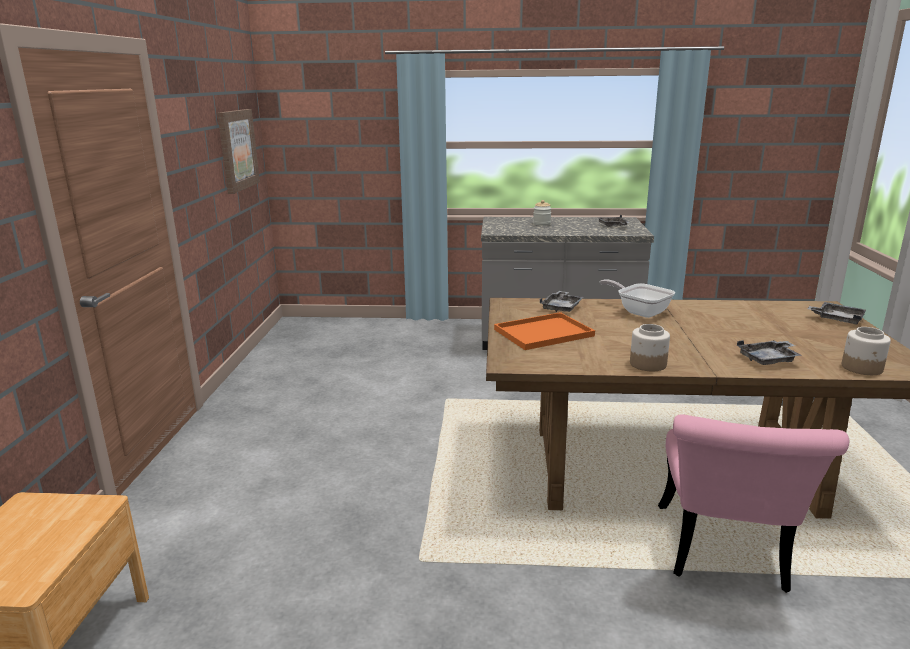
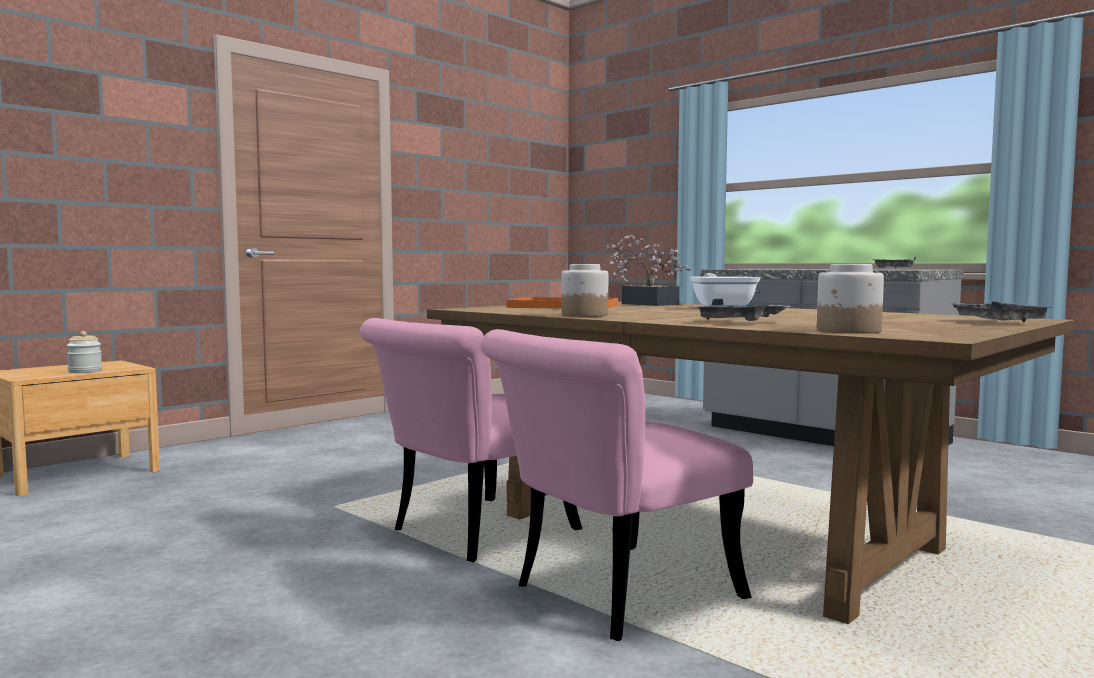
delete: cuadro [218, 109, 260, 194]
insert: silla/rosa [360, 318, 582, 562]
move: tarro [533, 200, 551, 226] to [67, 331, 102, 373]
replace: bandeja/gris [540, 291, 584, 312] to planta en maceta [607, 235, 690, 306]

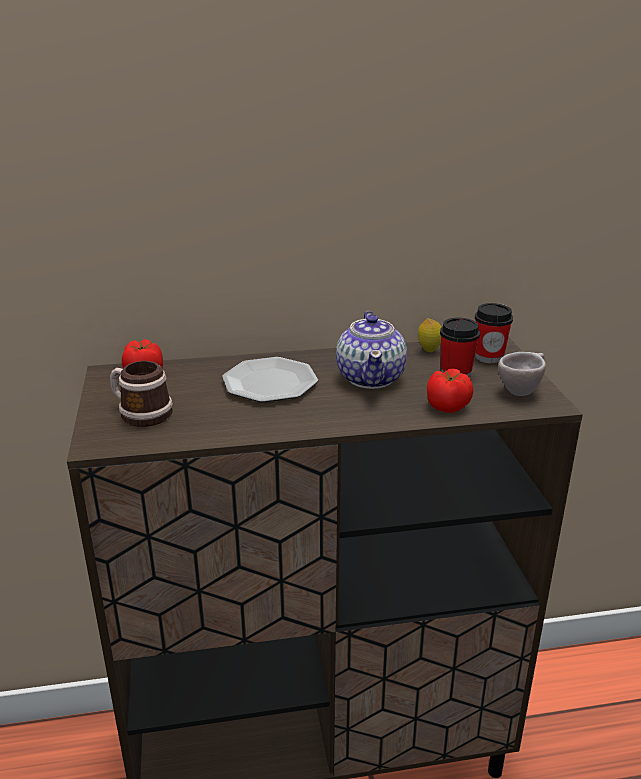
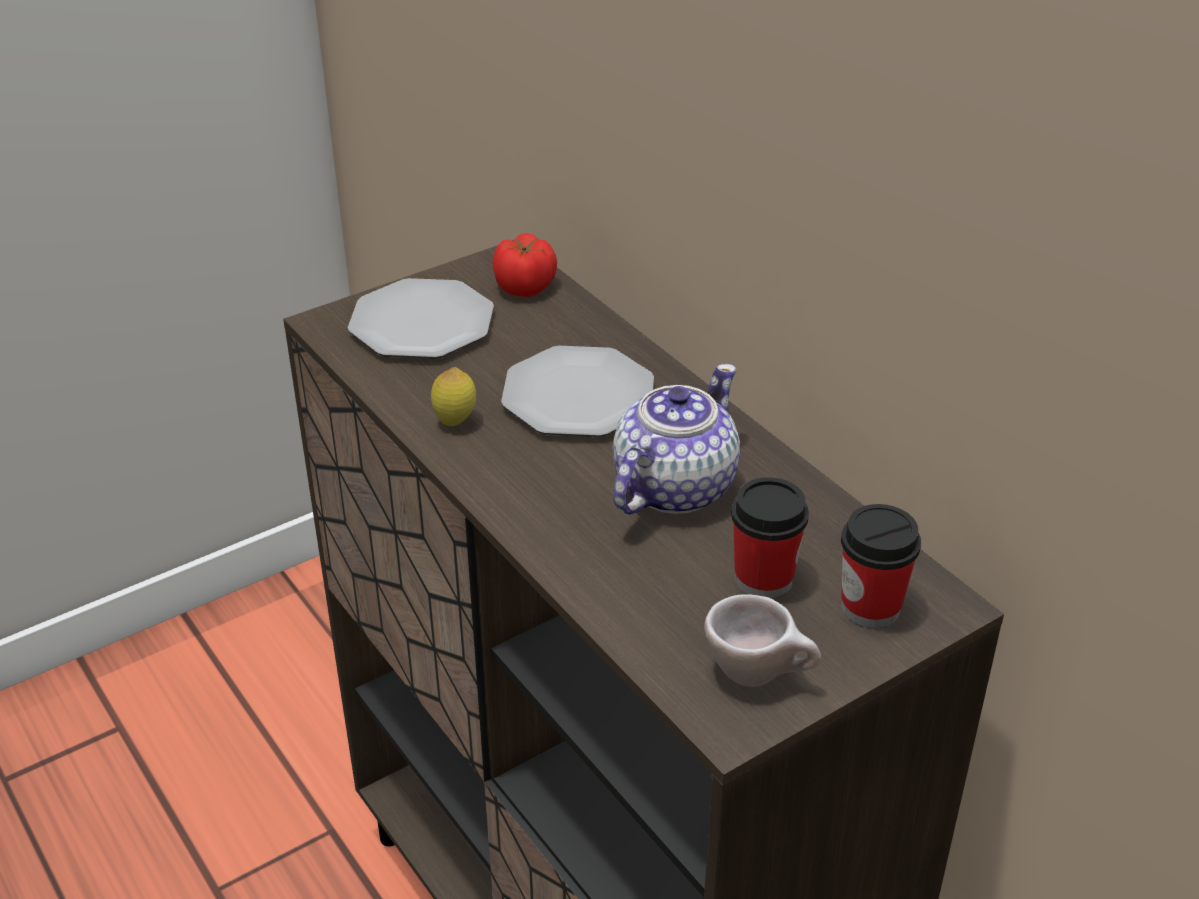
delete: tomate [427, 368, 473, 413]
move: limón [418, 318, 441, 353] to [431, 367, 476, 426]
replace: taza grande [110, 361, 173, 427] to plato [348, 278, 494, 359]
rotate: tetera [336, 311, 407, 389] = [613, 364, 740, 514] 150 degrees clockwise

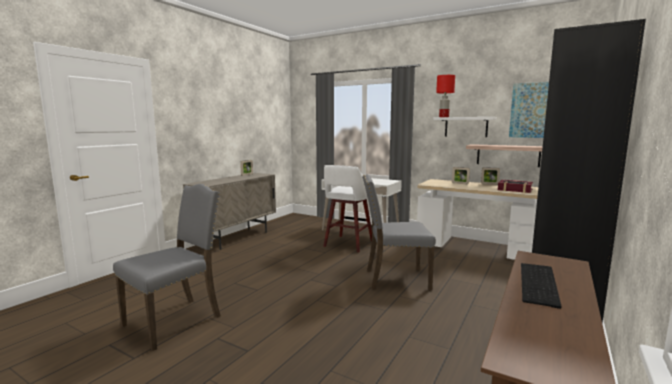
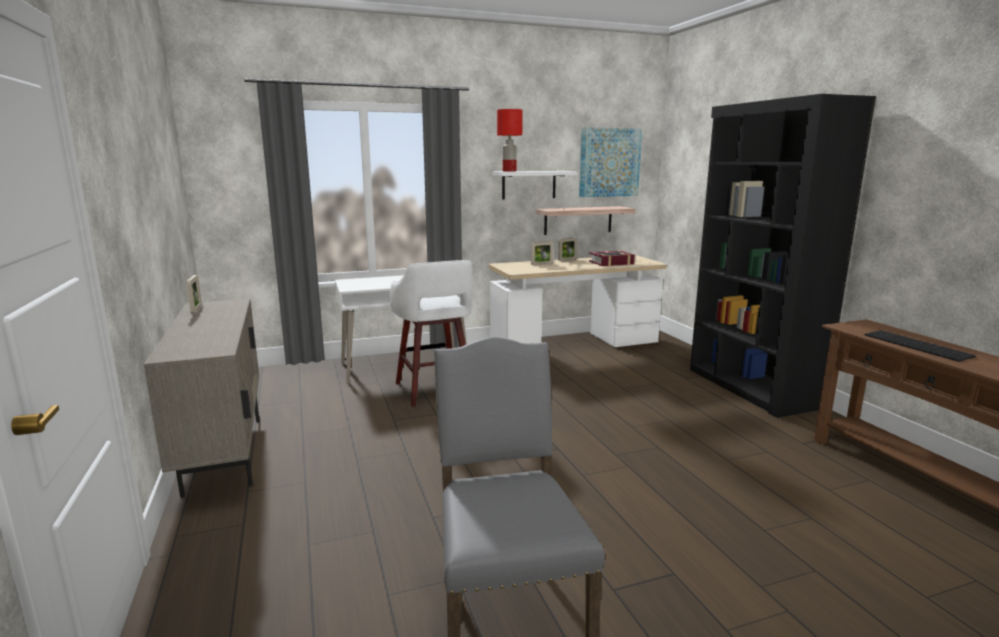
delete: silla/gris [362, 174, 436, 290]

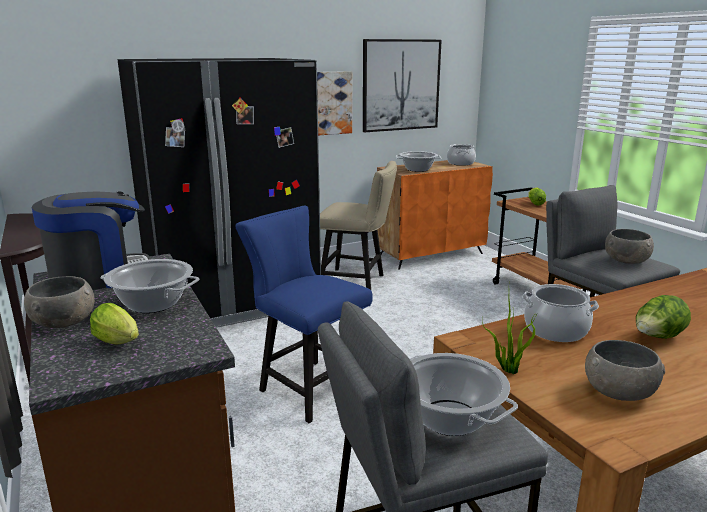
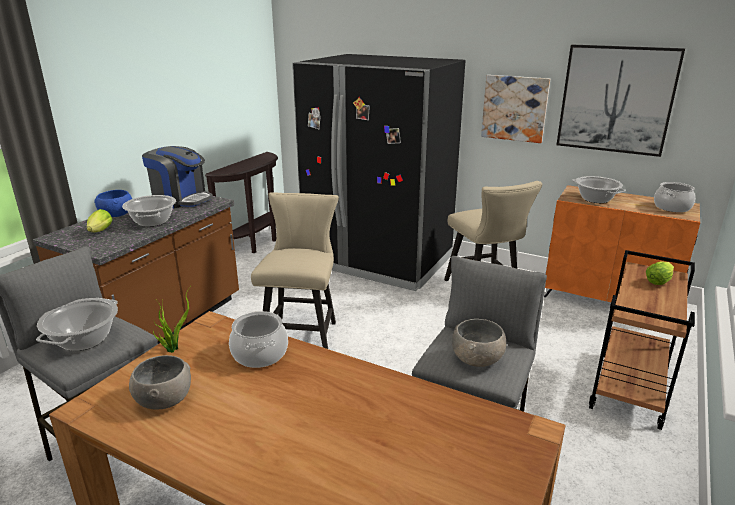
delete: lechuga [636, 295, 691, 339]
recolor: cuenco/gris [24, 276, 95, 328] to cuenco/azul [94, 190, 132, 217]; silla/azul [236, 206, 373, 423] to silla/beis [251, 192, 339, 349]

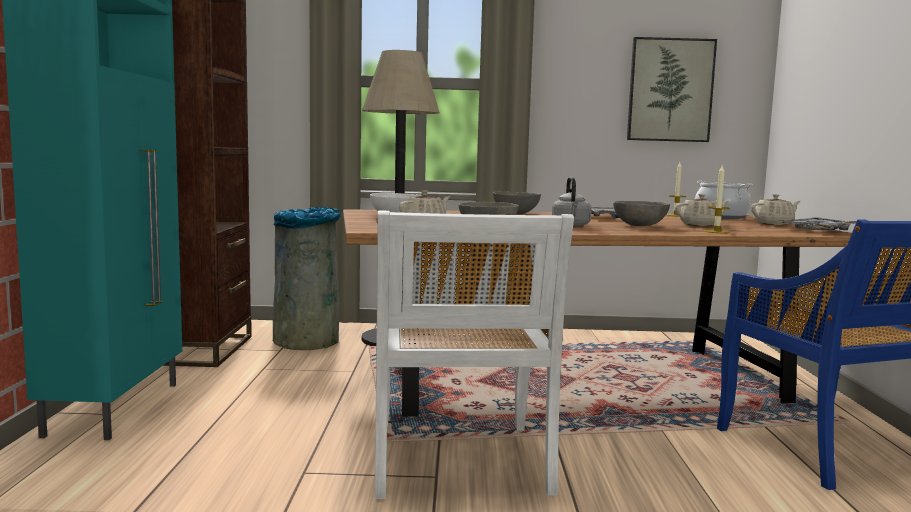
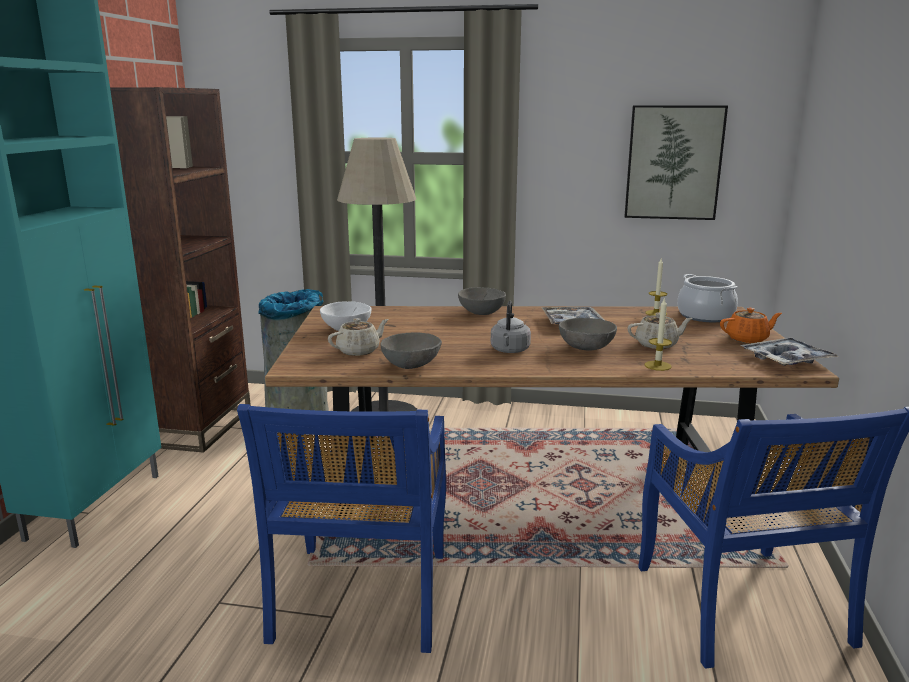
recolor: silla/blanco [375, 210, 574, 499] to silla/azul [237, 404, 446, 653]; tetera/beis [751, 194, 800, 225] to tetera/naranja [720, 308, 782, 343]

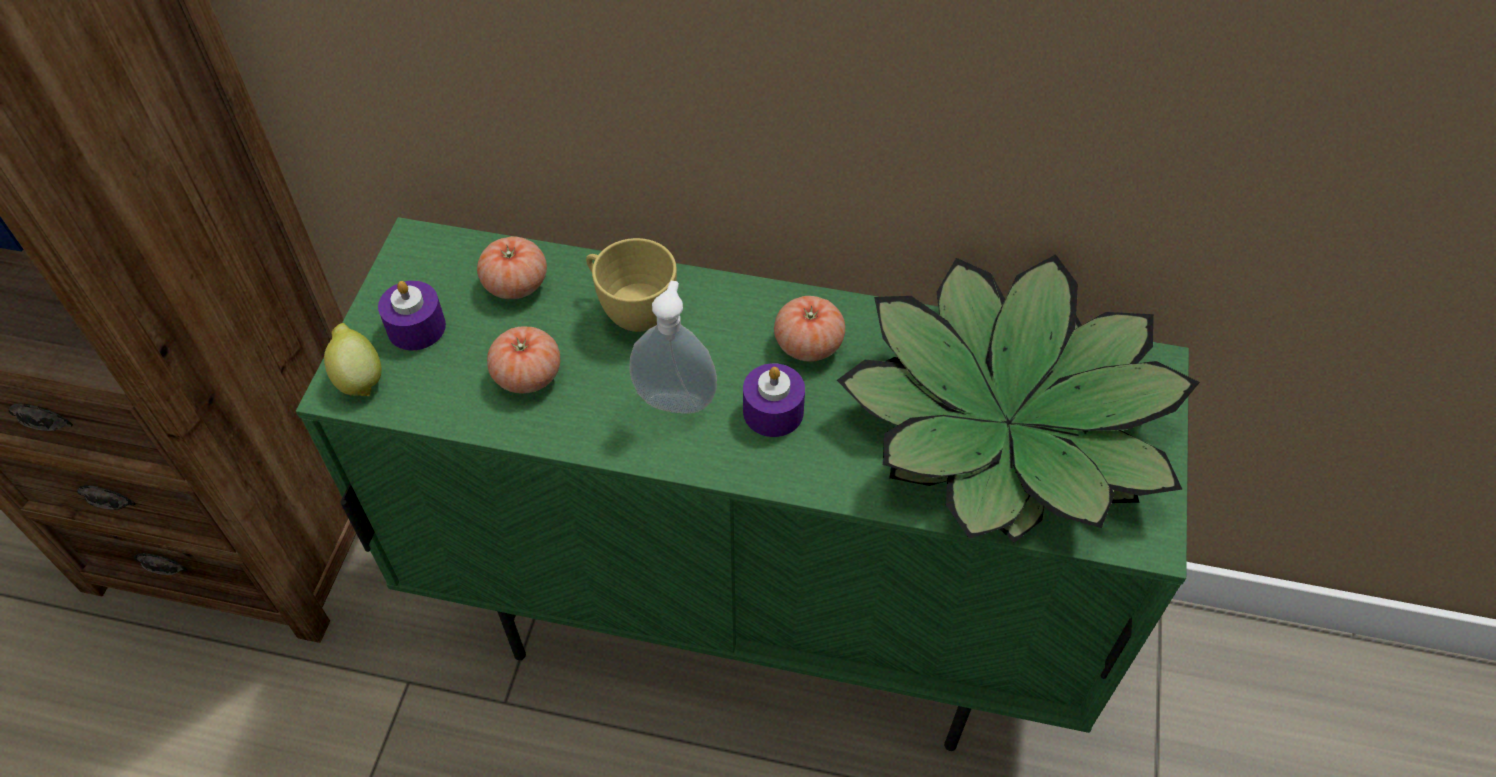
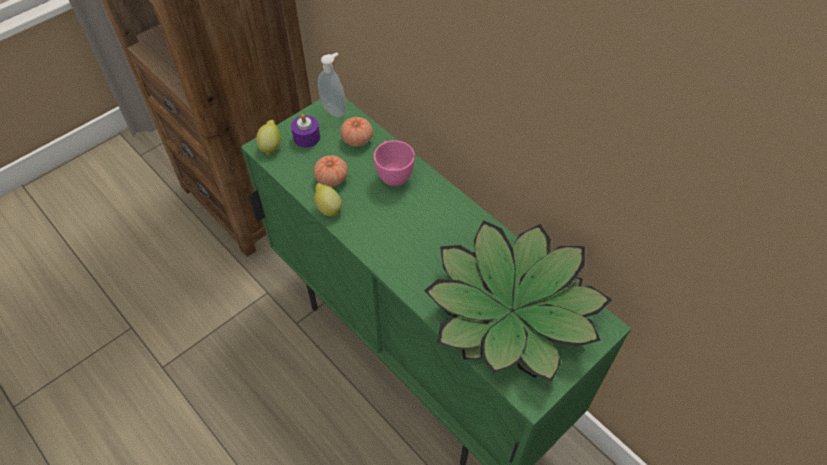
delete: vela/morado [743, 363, 805, 437]; tomate [774, 296, 845, 362]
insert: limón [314, 183, 342, 216]
move: dispensador de jabón [629, 281, 717, 413] to [318, 52, 346, 117]
recolor: taza/amarillo [586, 238, 677, 332] to taza/rosa [374, 140, 415, 186]

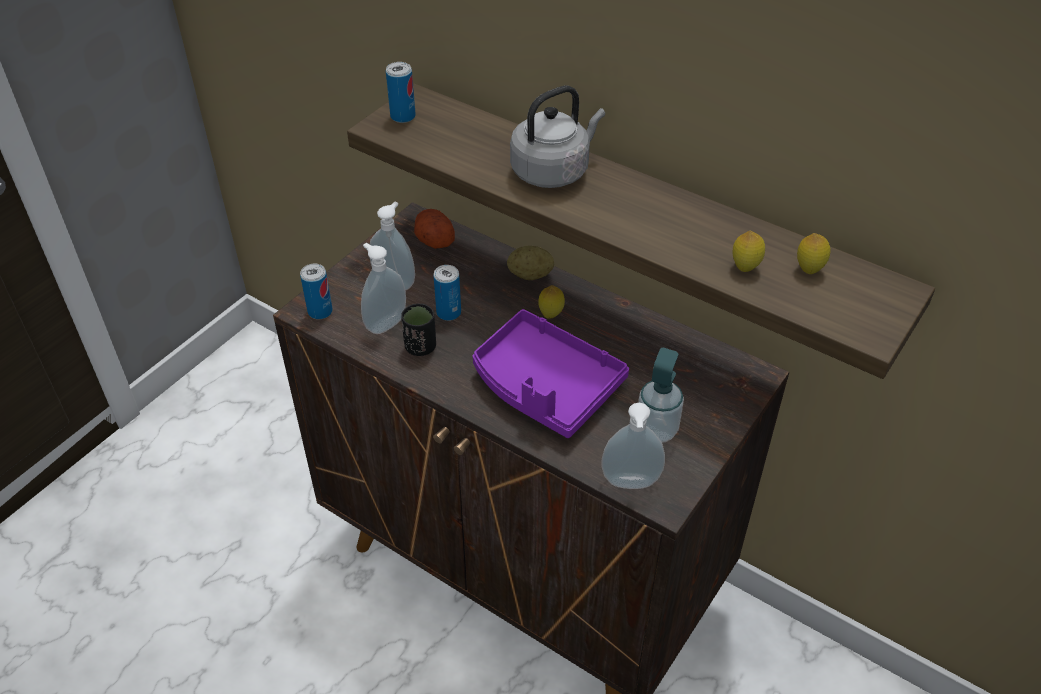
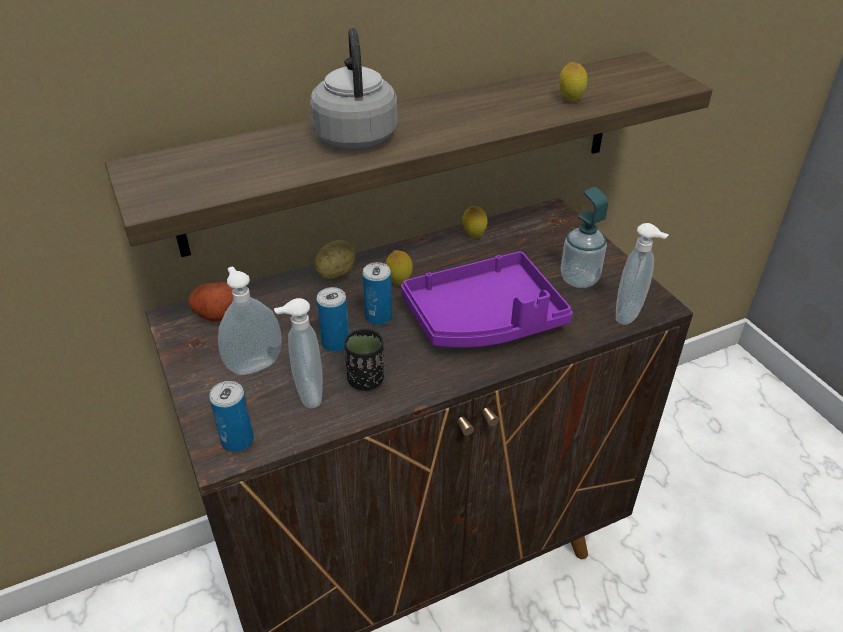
move: lata [386, 62, 416, 123] to [362, 262, 392, 325]; limón [797, 233, 830, 274] to [463, 206, 488, 239]

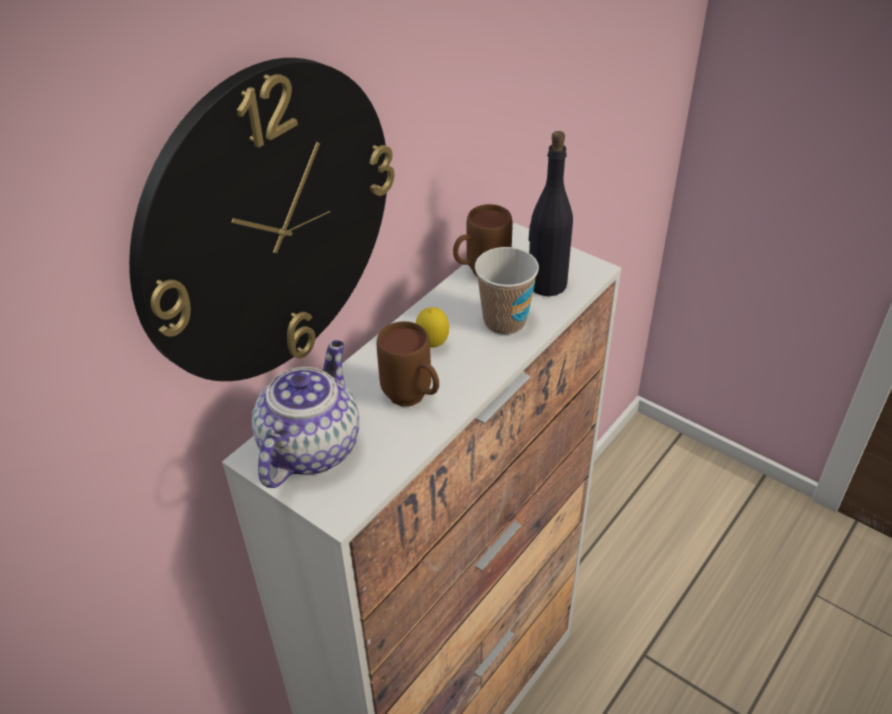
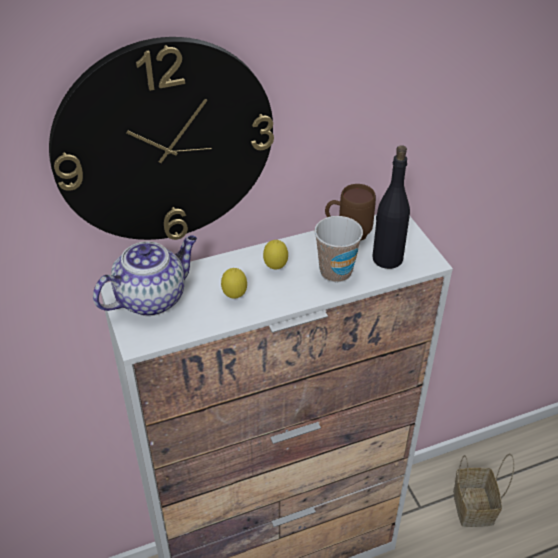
insert: cesta [453, 453, 514, 527]
replace: taza grande/marrón [376, 321, 439, 406] to limón [221, 268, 247, 299]

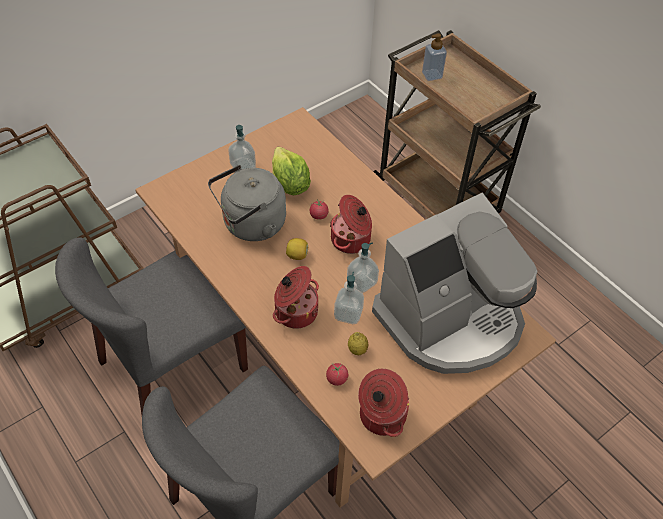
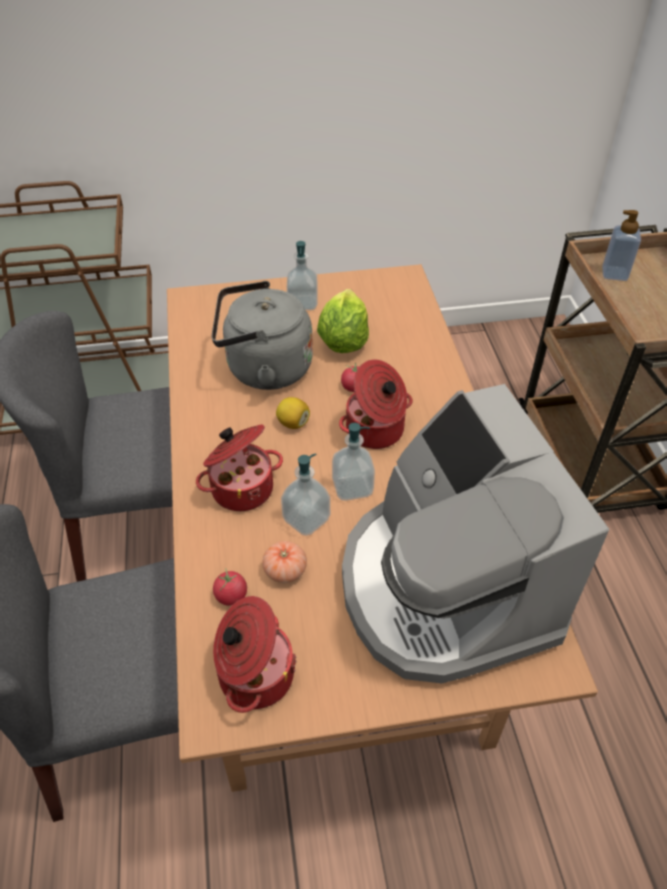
replace: limón [348, 332, 368, 355] to tomate [262, 541, 307, 583]
rotate: cafetera [372, 193, 537, 374] = [342, 384, 609, 683] 75 degrees clockwise

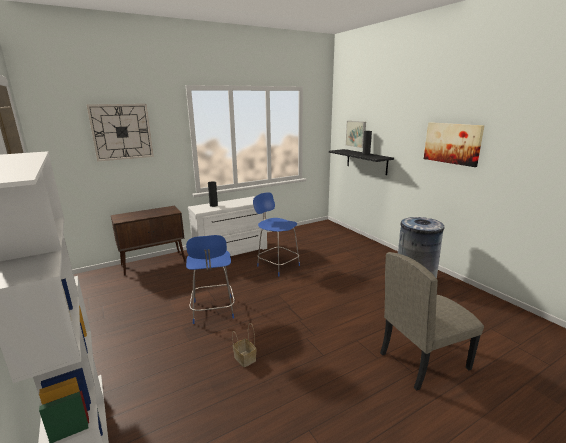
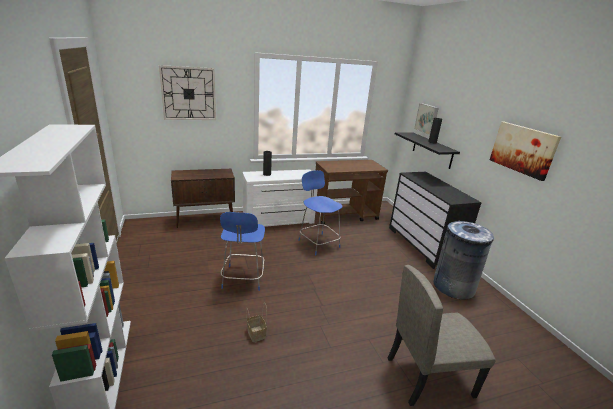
insert: carrito/marrón [315, 160, 388, 225]; cómoda/negro [389, 172, 482, 269]

